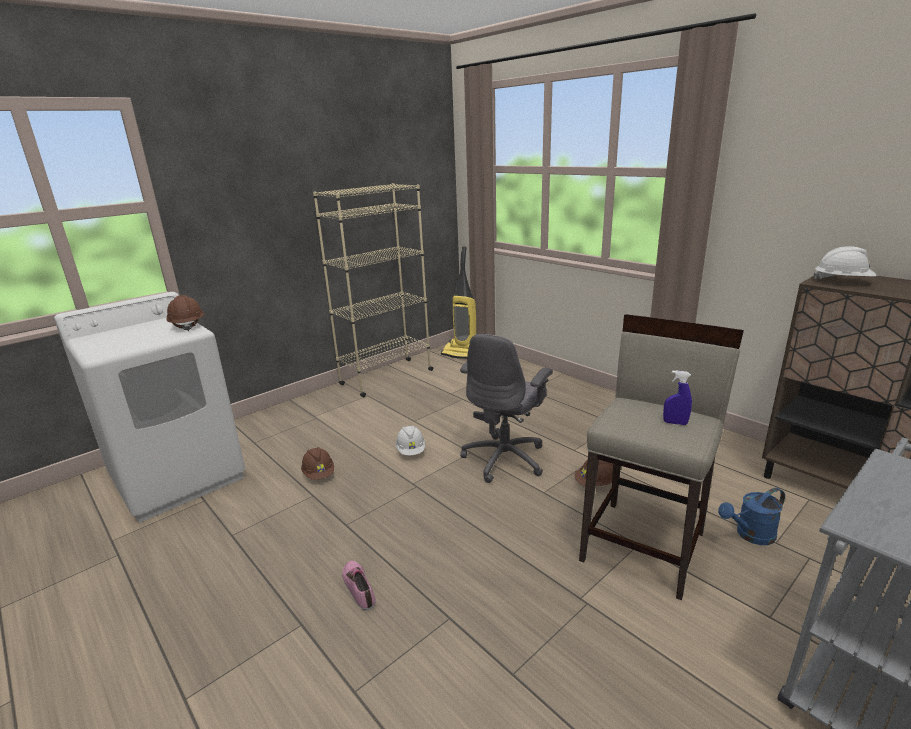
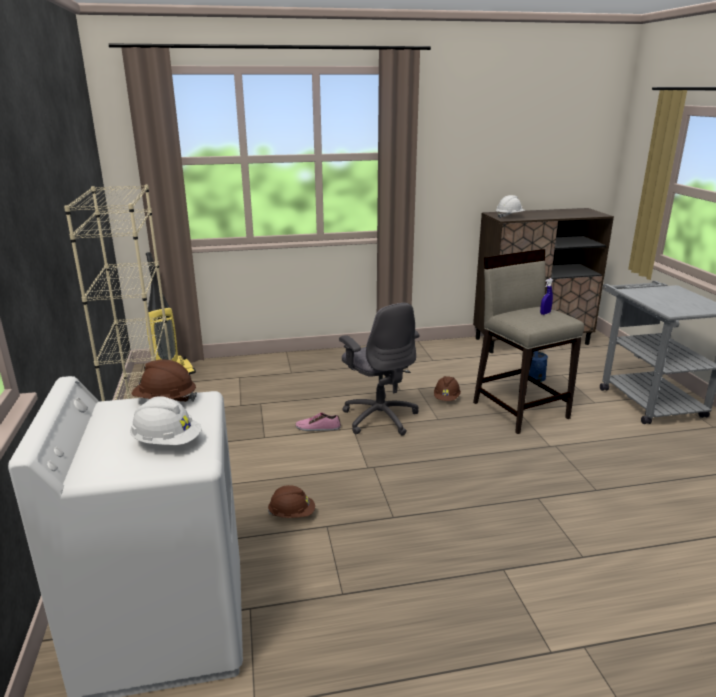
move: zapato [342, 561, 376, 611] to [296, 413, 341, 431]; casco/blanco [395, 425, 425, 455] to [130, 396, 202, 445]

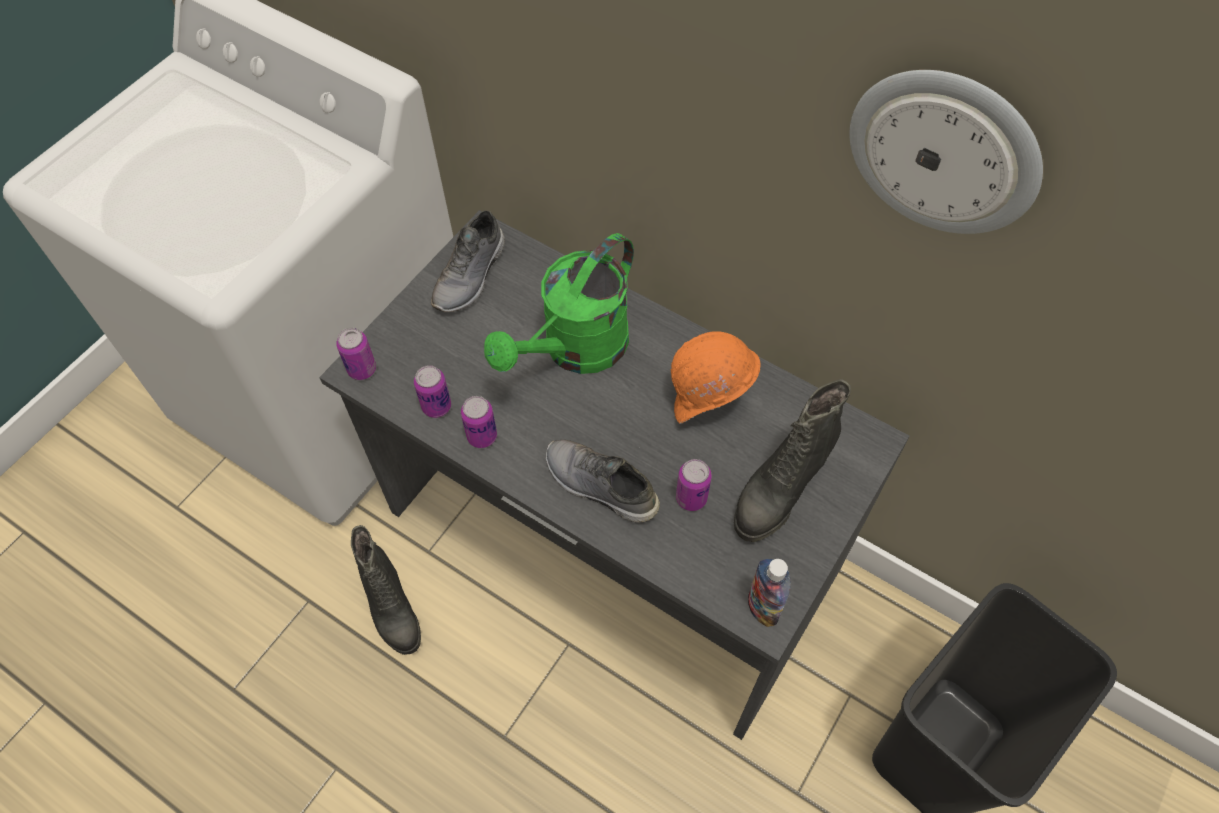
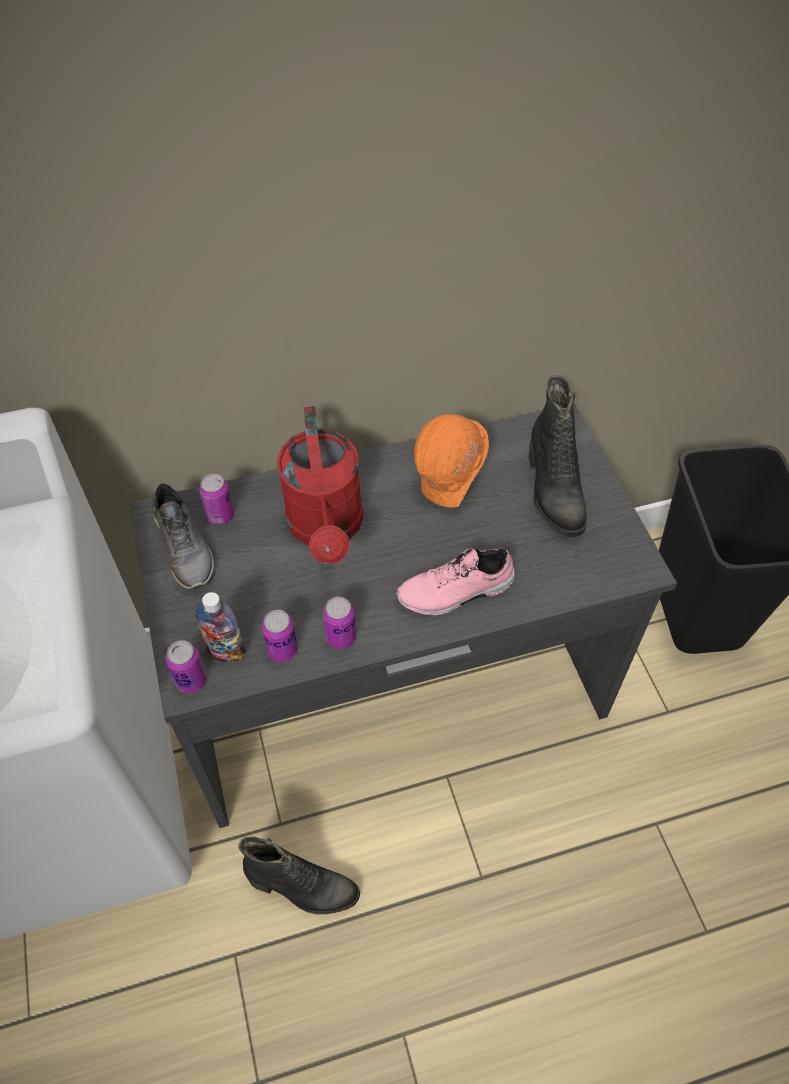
delete: reloj de pared [850, 70, 1043, 234]
move: lata [676, 459, 712, 511] to [199, 474, 234, 525]; botella [748, 559, 791, 627] to [195, 592, 245, 662]
recolor: regadera/verde [484, 233, 634, 374] to regadera/rojo [277, 406, 363, 564]; zapato/gris [546, 440, 660, 523] to zapato/rosa [396, 548, 516, 615]

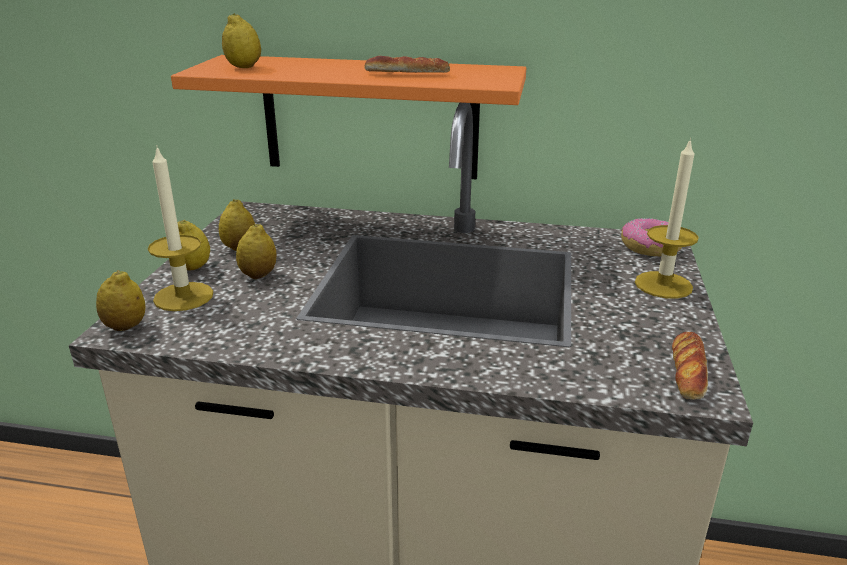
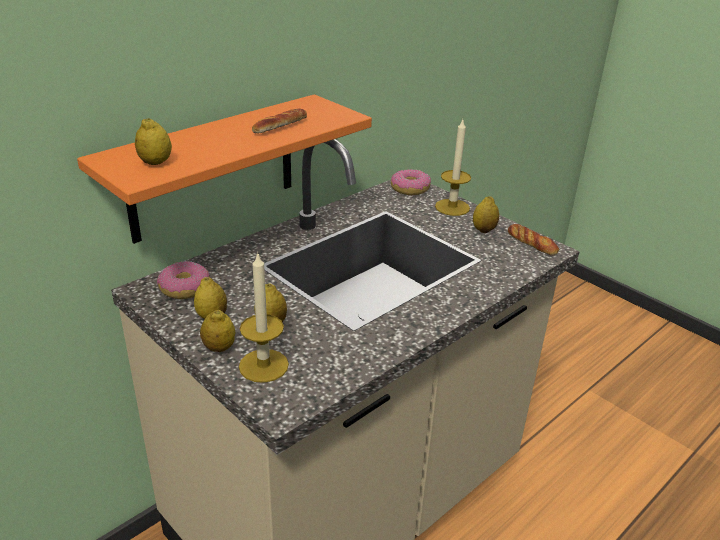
insert: rosquilla [157, 261, 210, 299]
move: limón [96, 270, 146, 331] to [473, 196, 499, 233]

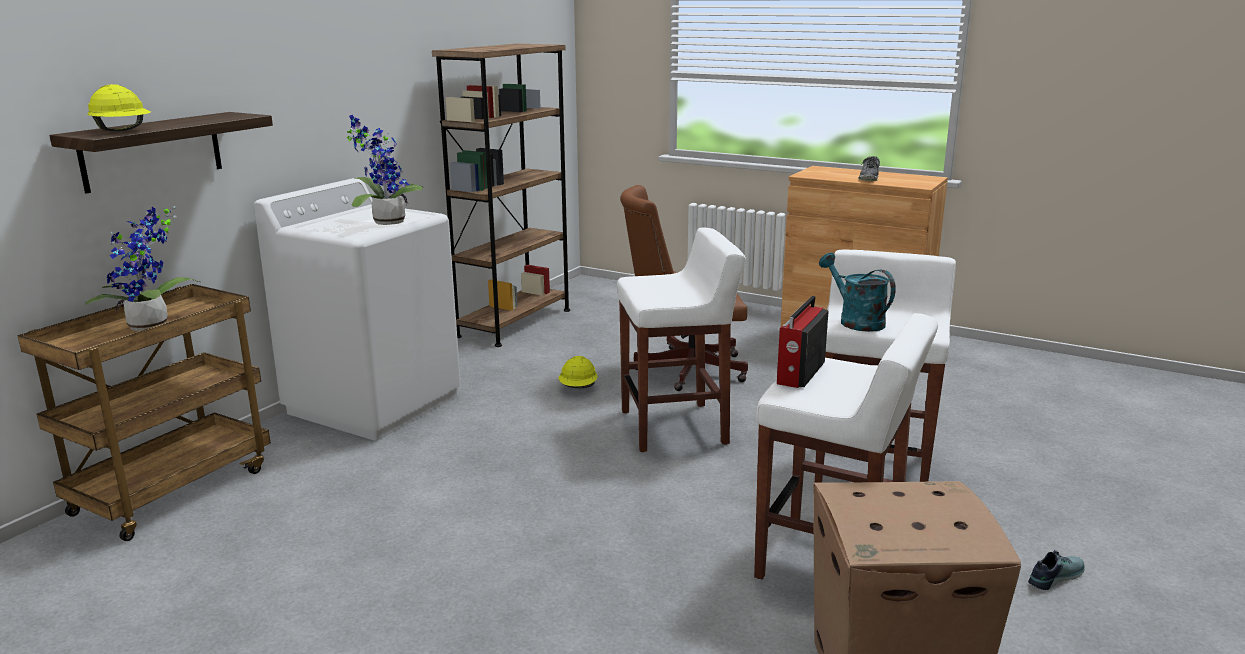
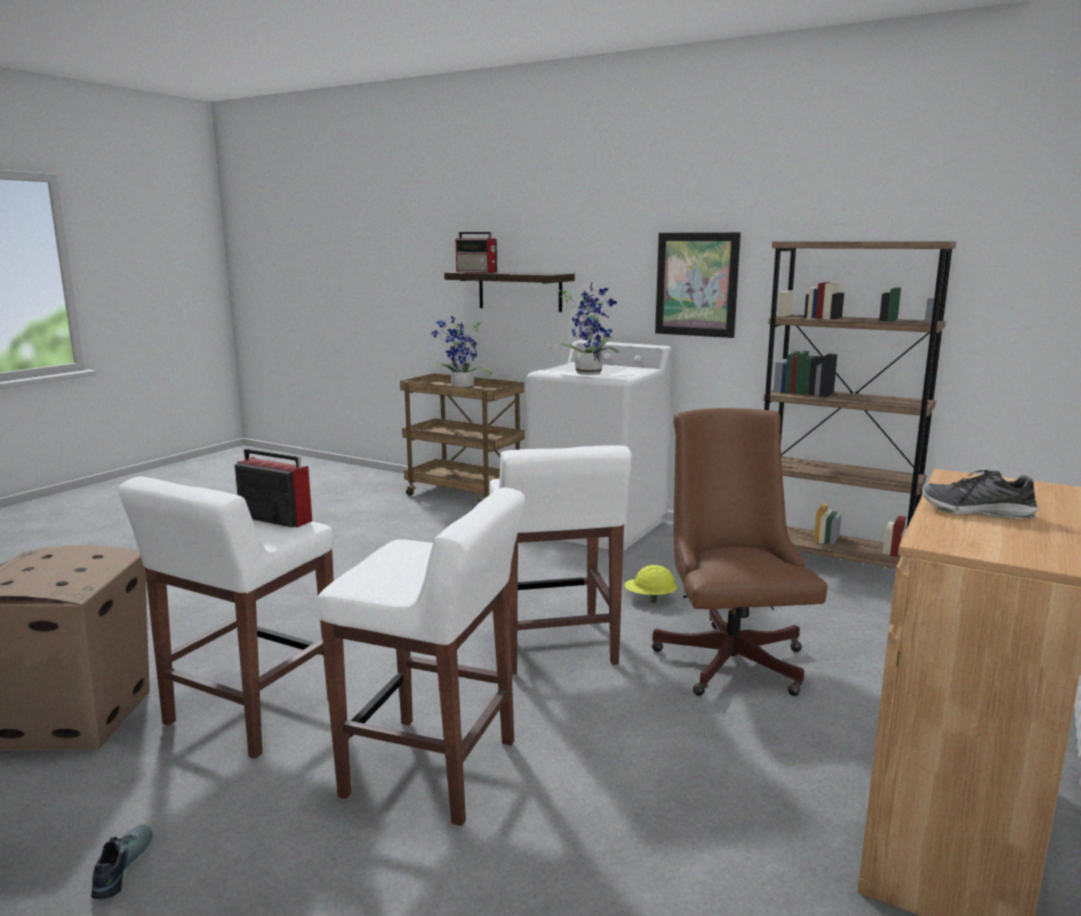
delete: regadera/turquesa [819, 253, 896, 332]
insert: cuadro [655, 232, 741, 338]
replace: casco/amarillo [87, 84, 151, 131] to radio [456, 232, 497, 273]
rotate: zapato [1028, 550, 1085, 590] = [91, 824, 153, 899] 150 degrees counterclockwise

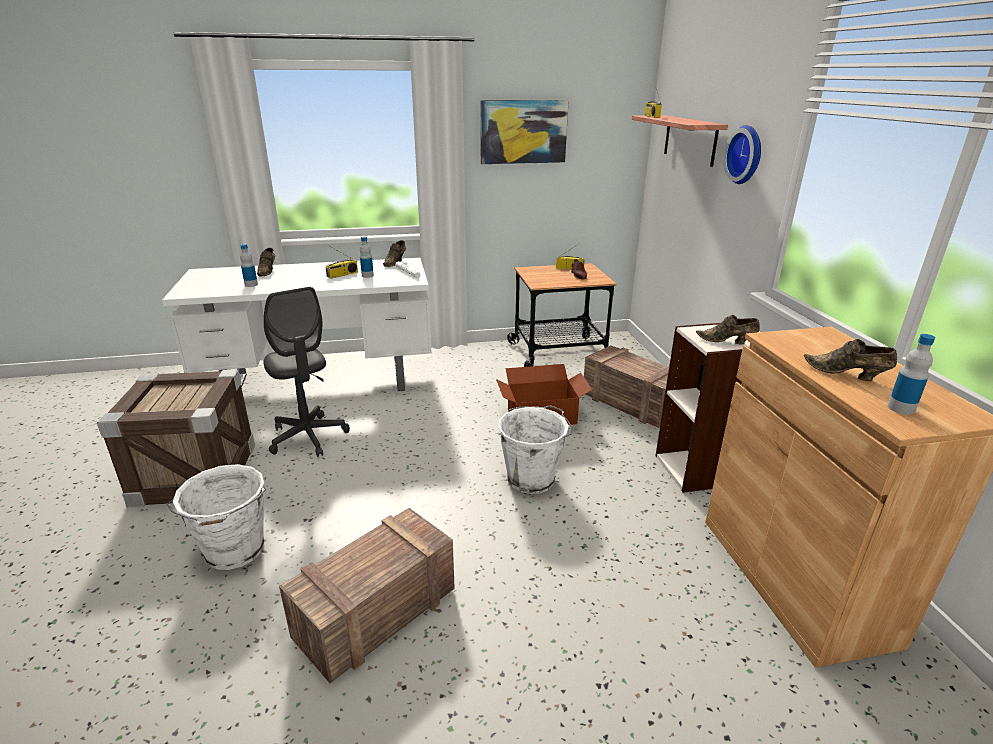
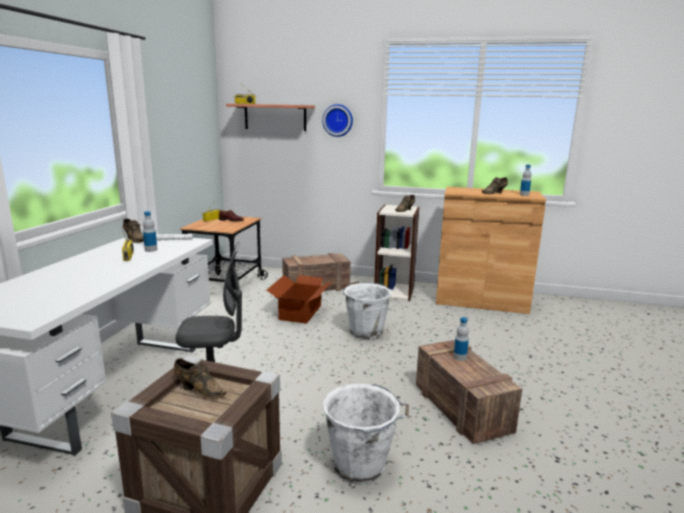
delete: cuadro [480, 100, 569, 164]
move: botella [240, 244, 258, 287] to [454, 317, 469, 361]; zapato/marrón [257, 248, 275, 276] to [174, 358, 227, 399]

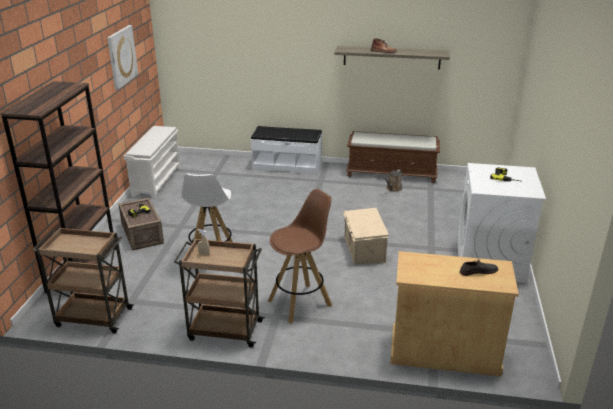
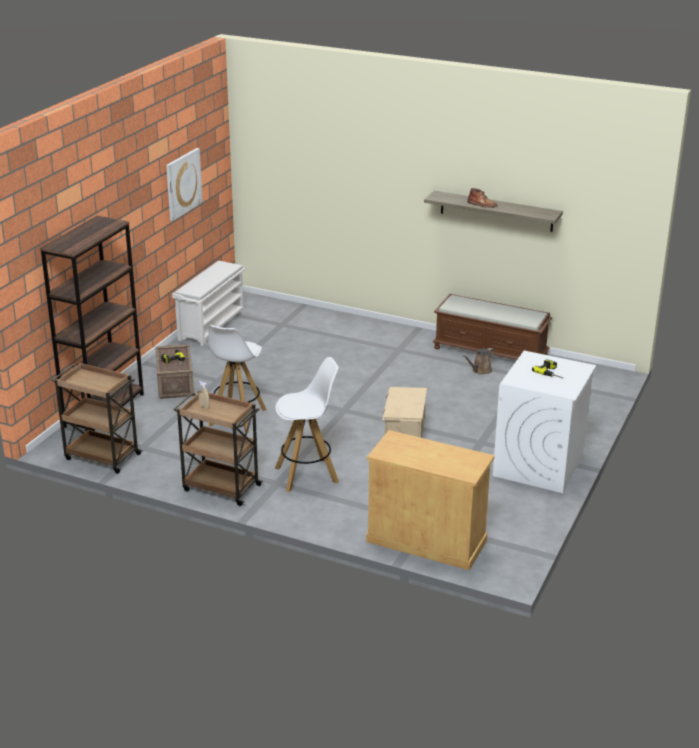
delete: banco/blanco [251, 126, 322, 175]; zapato/gris [460, 259, 498, 276]
recolor: taburete/marrón [268, 189, 332, 324] to taburete/blanco [275, 357, 339, 492]

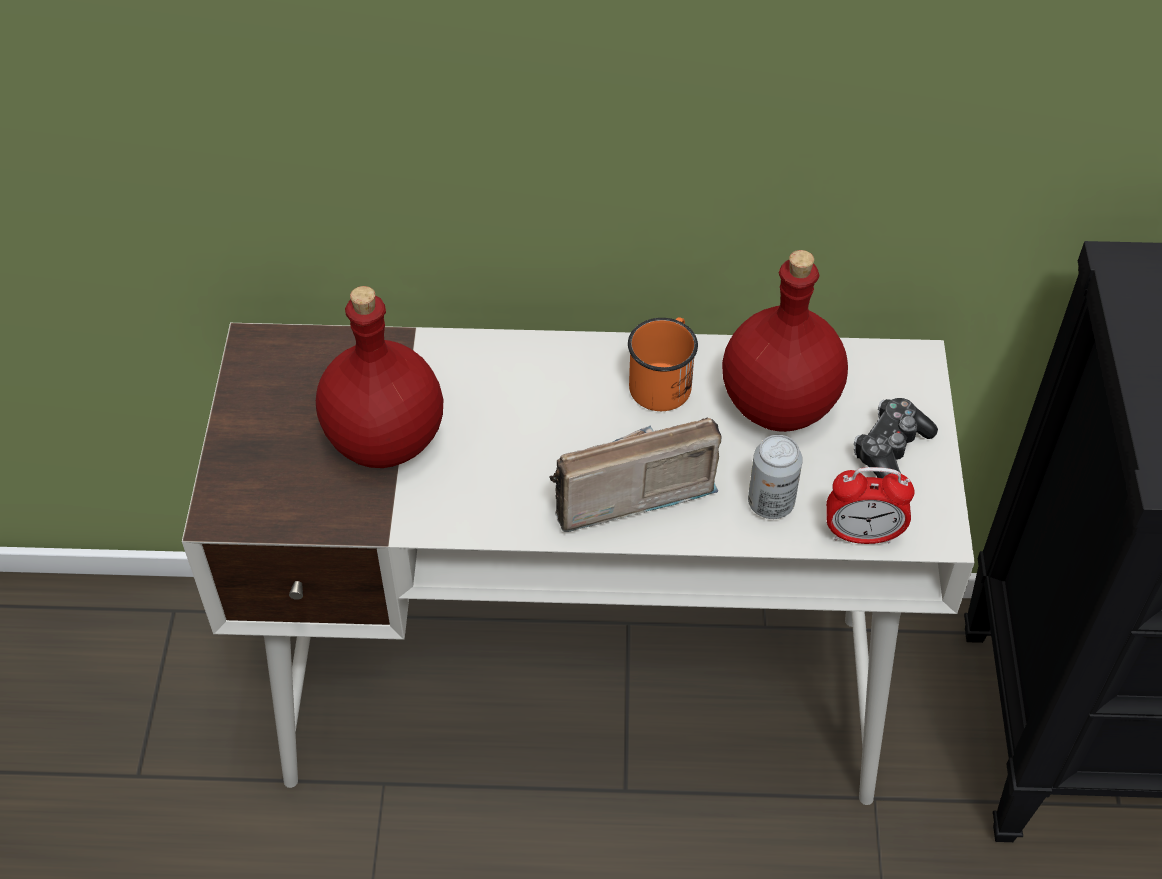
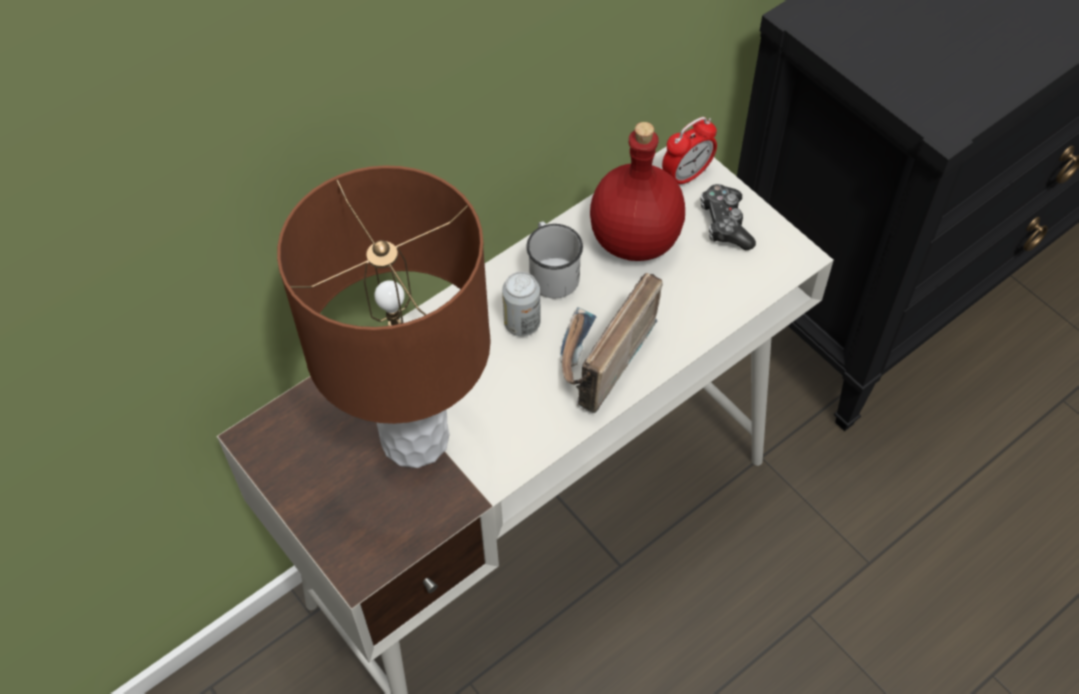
move: lata [748, 435, 803, 519] to [502, 272, 541, 336]; despertador [826, 467, 914, 544] to [662, 117, 717, 184]
replace: botella/rojo [316, 286, 443, 468] to lámpara de mesa/marrón [277, 165, 491, 468]
recolor: taza grande/naranja [628, 317, 698, 411] to taza grande/blanco [526, 221, 583, 298]

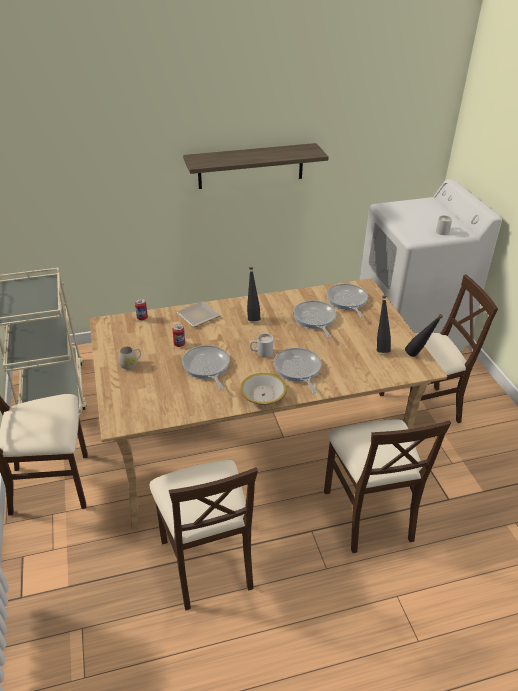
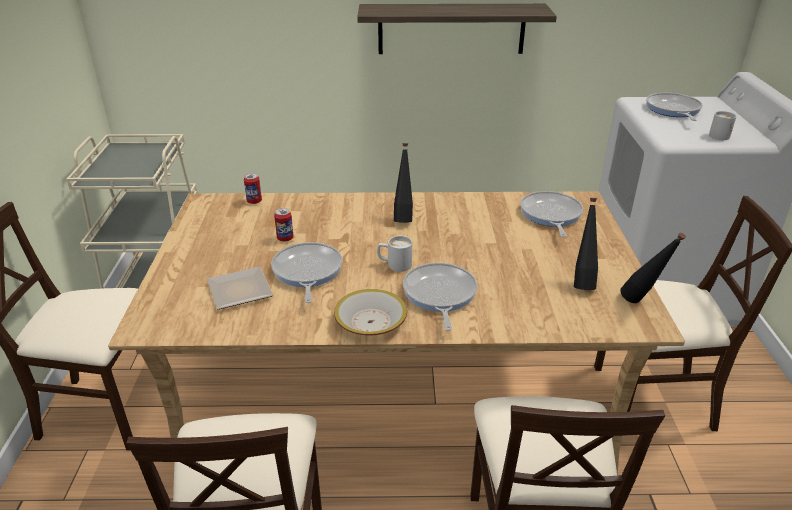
delete: taza grande/blanco [118, 346, 141, 370]
move: plato [177, 301, 220, 327] to [207, 267, 273, 310]; sartén [293, 300, 336, 338] to [646, 93, 703, 121]

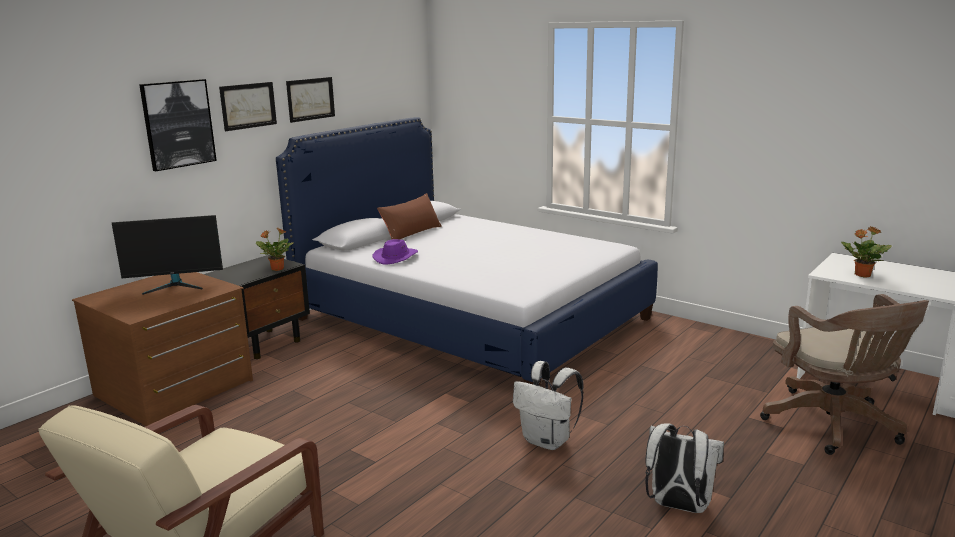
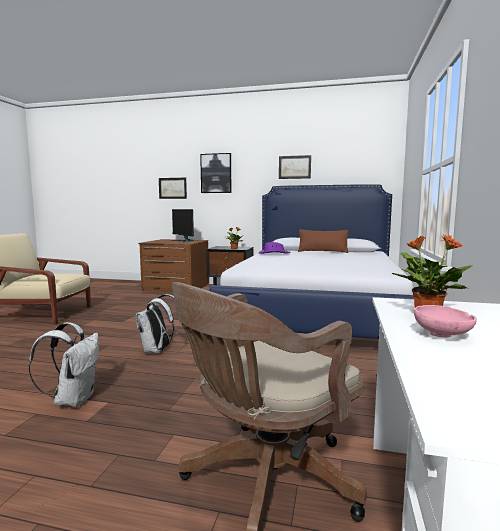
insert: cuenco/rosa [414, 305, 477, 337]
move: cuadro [219, 82, 277, 131] to [159, 178, 187, 199]

